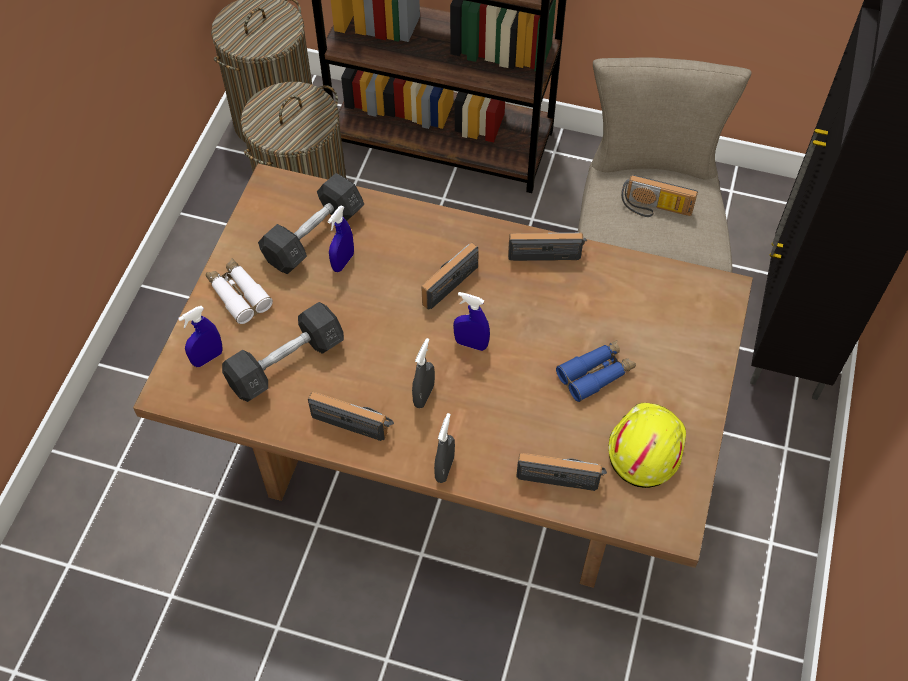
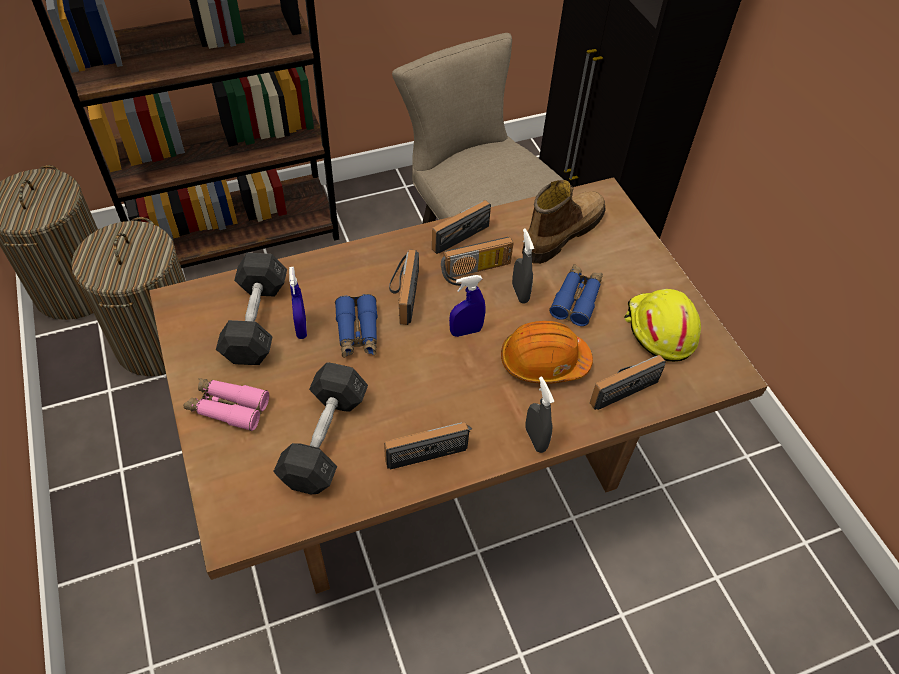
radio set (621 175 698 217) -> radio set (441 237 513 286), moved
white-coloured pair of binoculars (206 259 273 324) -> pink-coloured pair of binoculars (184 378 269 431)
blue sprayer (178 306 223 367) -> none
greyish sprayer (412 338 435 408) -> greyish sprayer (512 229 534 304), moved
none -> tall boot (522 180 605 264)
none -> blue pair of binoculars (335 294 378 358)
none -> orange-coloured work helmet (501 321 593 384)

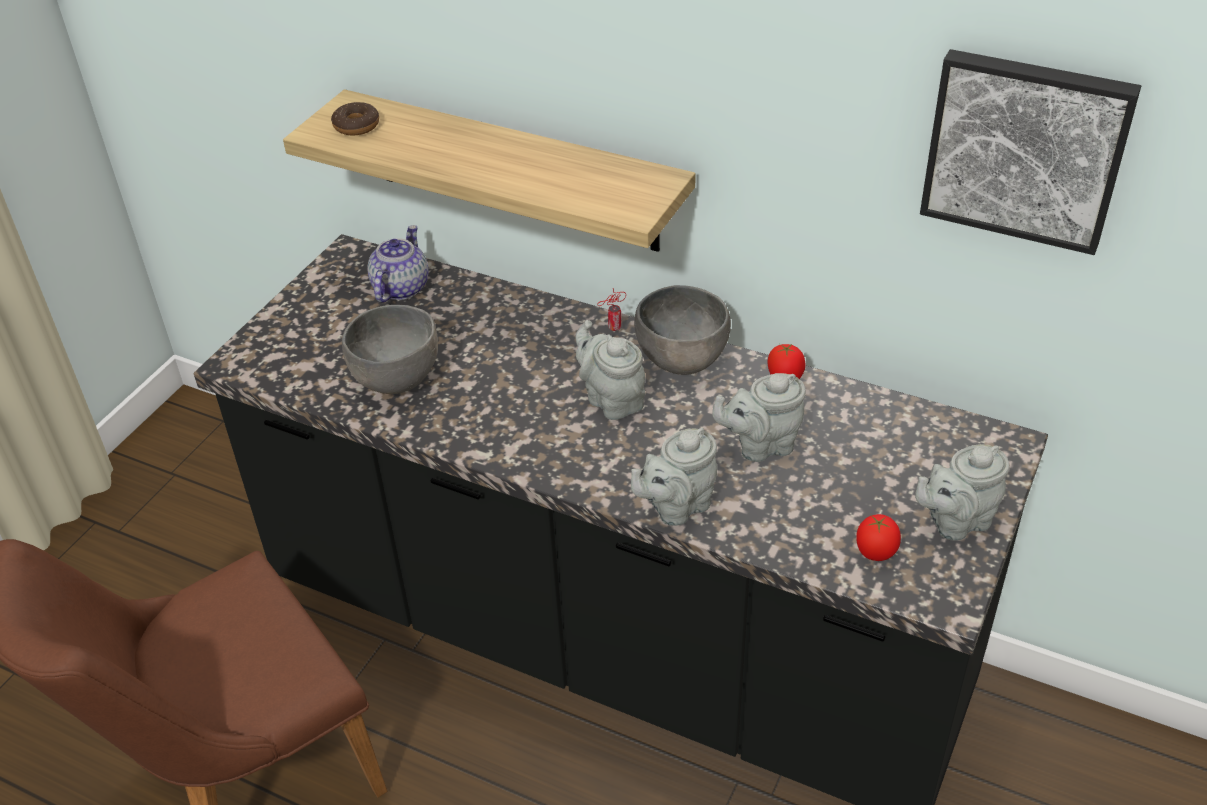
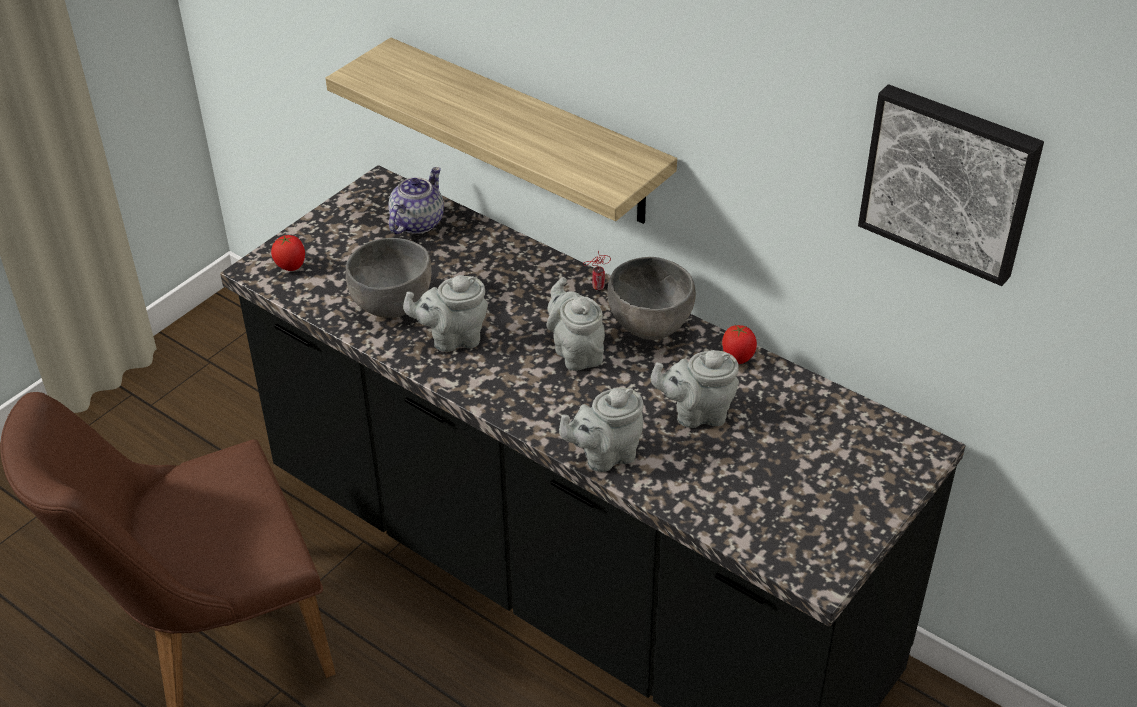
doughnut (331 102 379 135) -> none
greyish pot for tea (915 444 1010 541) -> greyish pot for tea (403 275 488 352), moved
whole tomato (856 514 901 561) -> whole tomato (271 235 305 271), moved

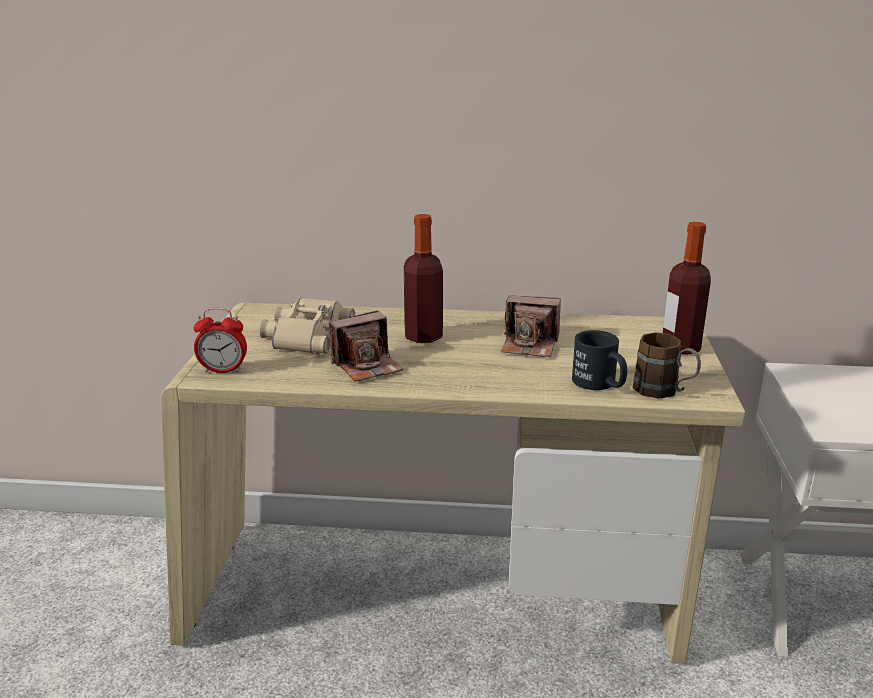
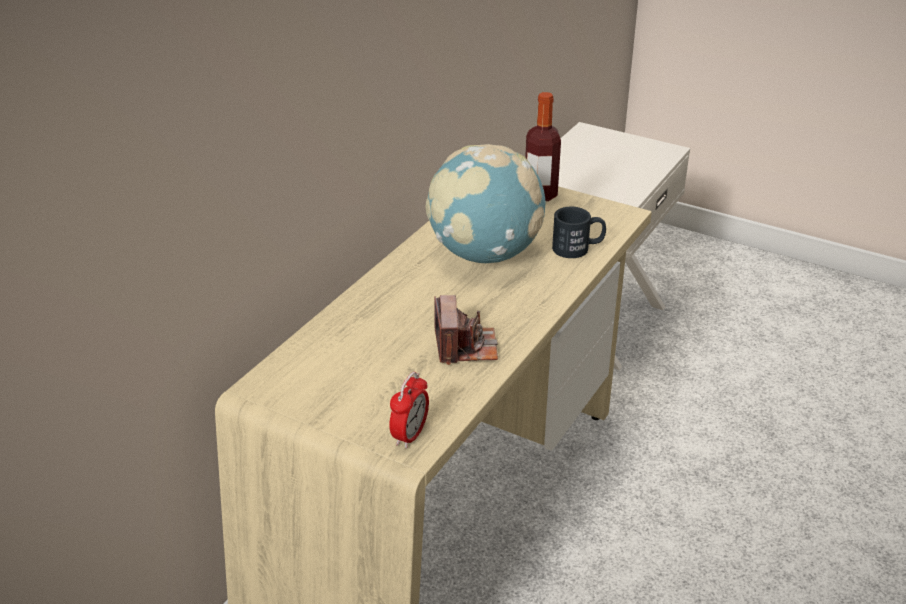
drink bottle (404 214 443 343) -> none
still camera (501 295 561 357) -> desk globe (426 144 545 263)
sand-coloured pair of binoculars (259 298 355 353) -> none
brown coffee mug (633 332 701 399) -> none

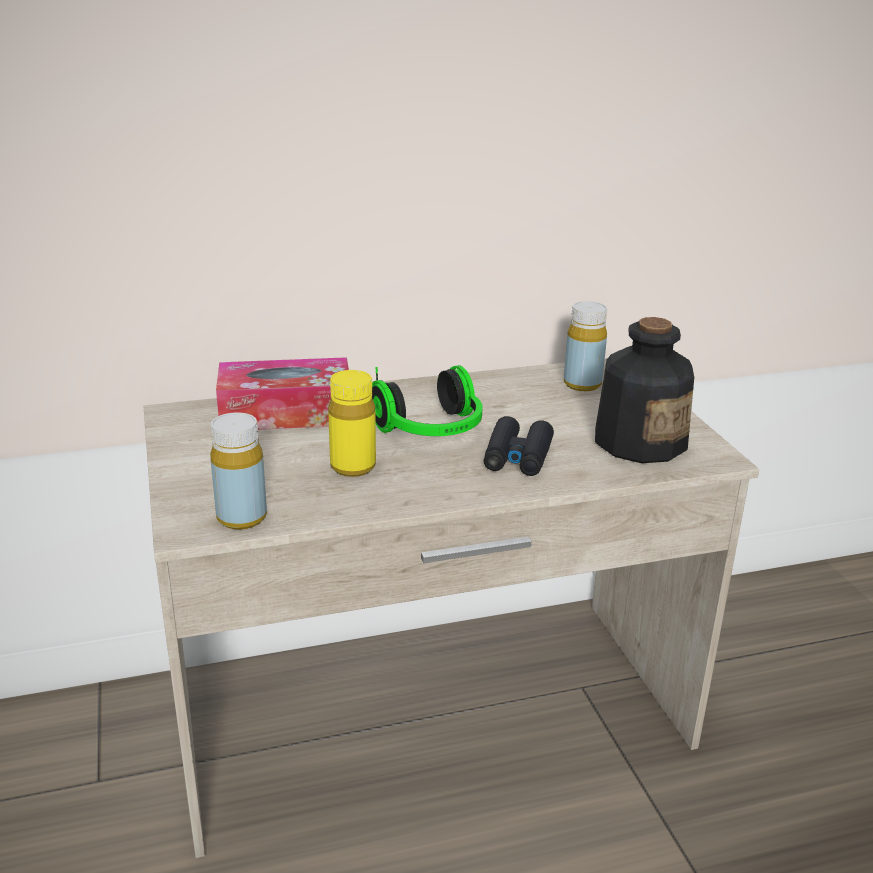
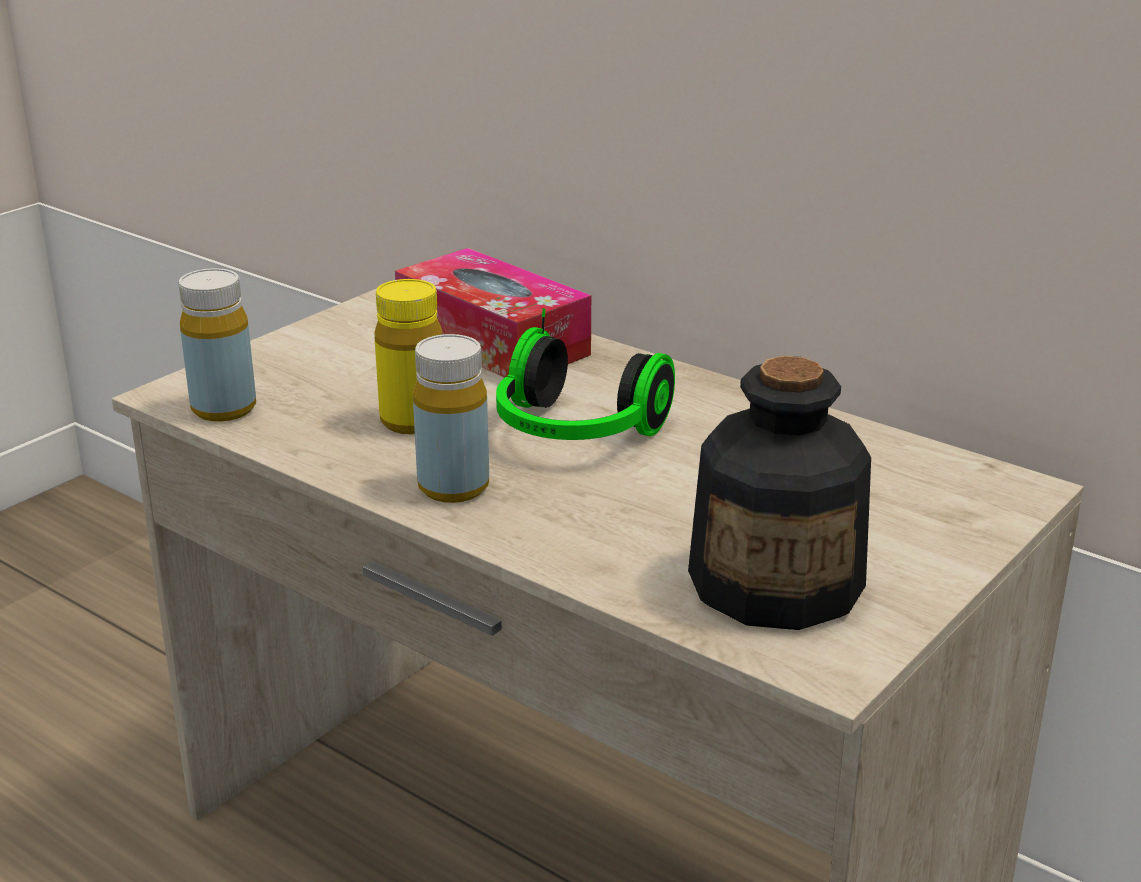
yellow-coloured drink bottle (564 301 607 391) -> yellow-coloured drink bottle (413 334 489 503), moved
blackish pair of binoculars (484 416 554 476) -> none

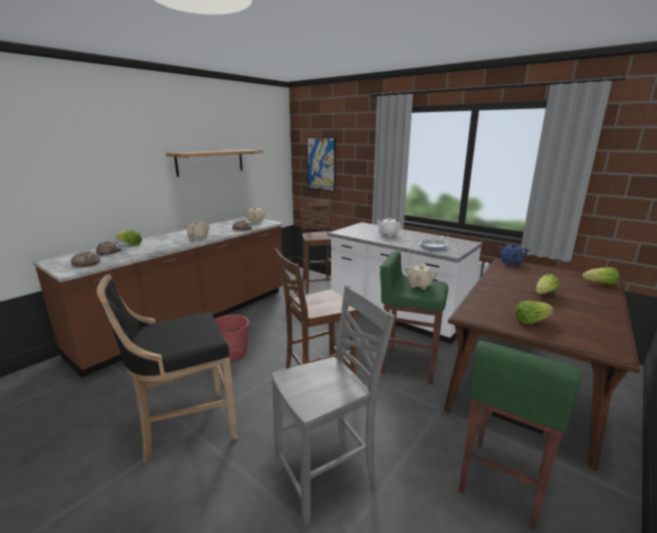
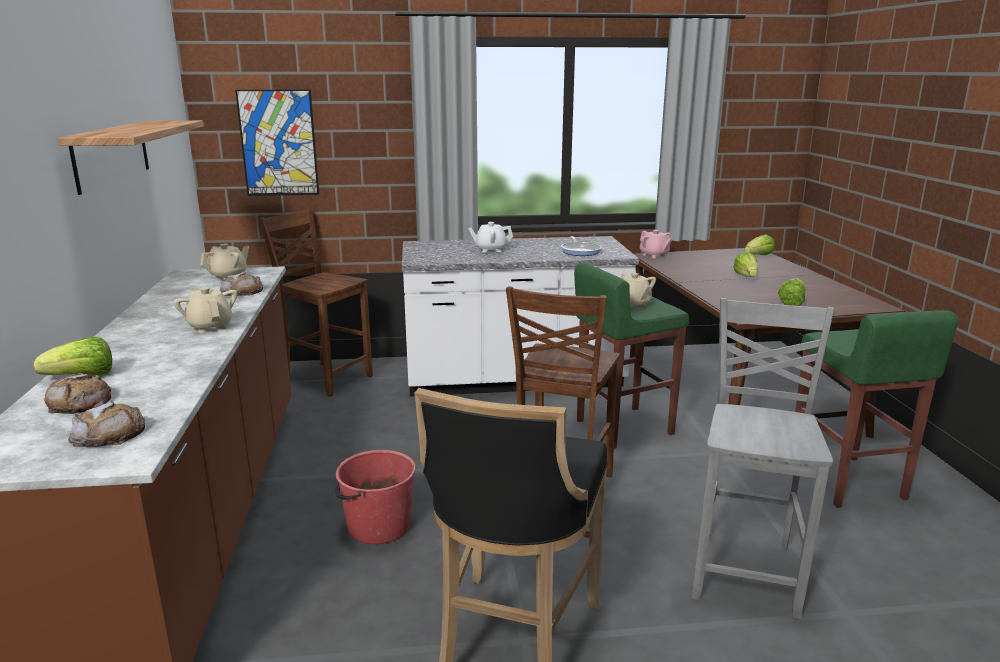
blue pot for tea (498 244 529 265) -> pink-coloured pot for tea (640 230 672 258)

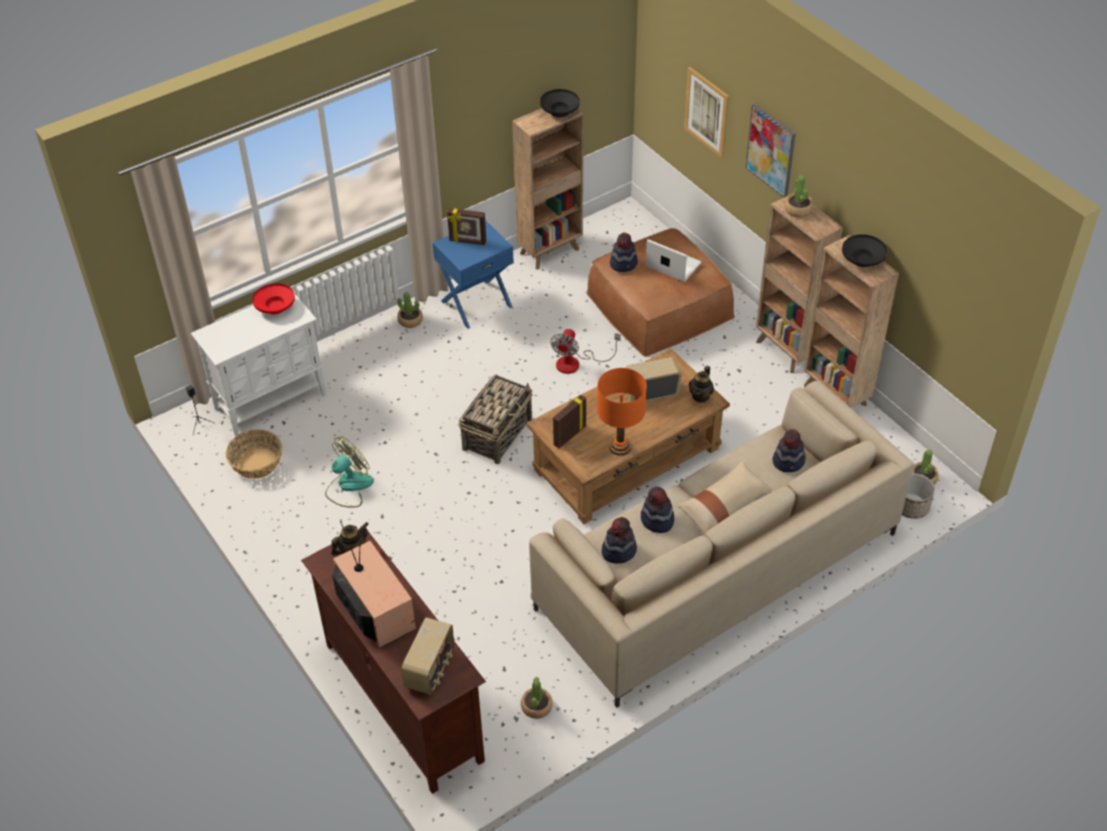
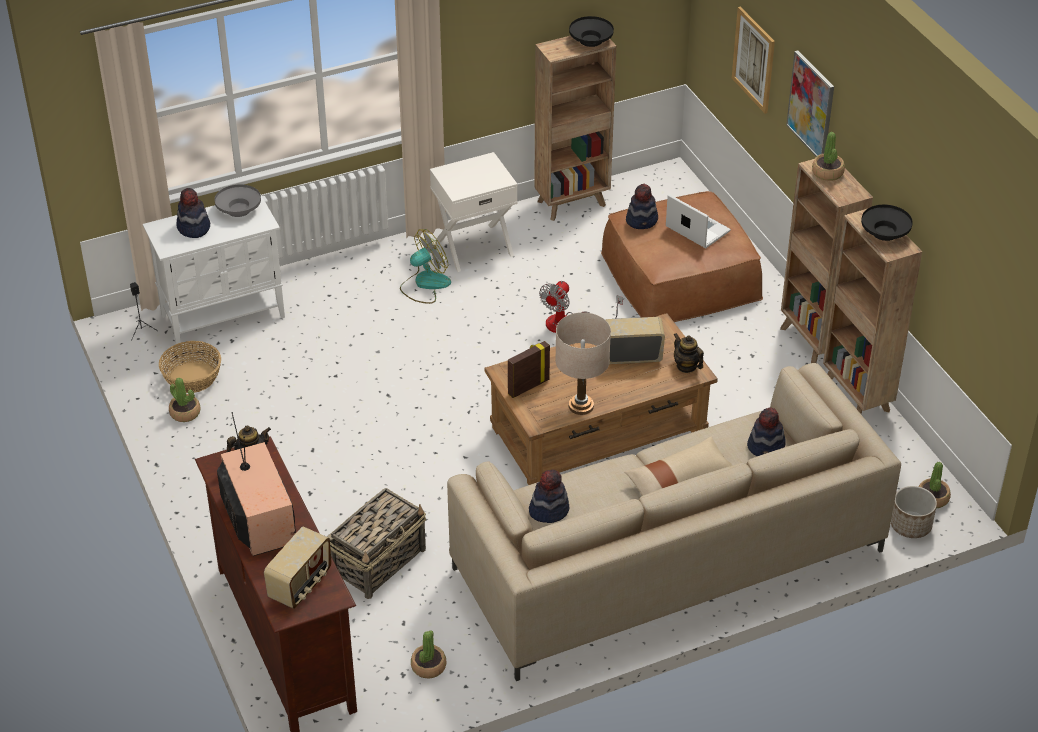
standing frame (447 208 486 245) -> none
blue night table (432 220 514 329) -> white-coloured night table (430 152 518 272)
reddish deep dish (252 283 295 314) -> greyish deep dish (214 184 261 217)
houseplant (397 292 423 328) -> houseplant (169 378 201 422), moved
pot for tea (689 366 714 403) -> pot for tea (674 333 704 373), 105 degrees clockwise
orange-coloured lamp for a table (597 368 647 456) -> sand-coloured lamp for a table (555 312 611 415)
basket (459 374 533 464) -> basket (327 488 426 599), moved
fan (325 436 374 508) -> fan (400 229 451 304), moved
wearable hat (641 487 674 533) -> wearable hat (176 188 210 238), moved

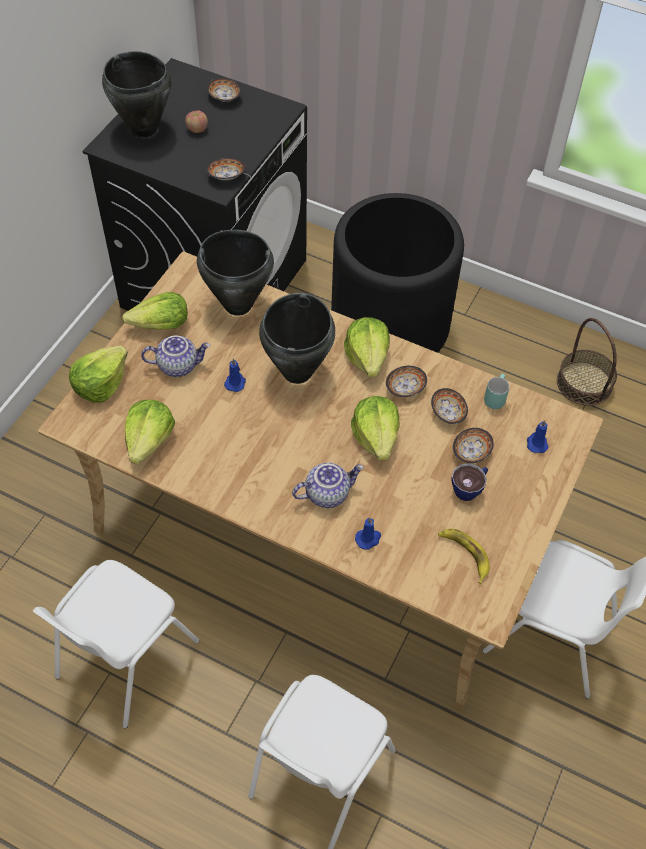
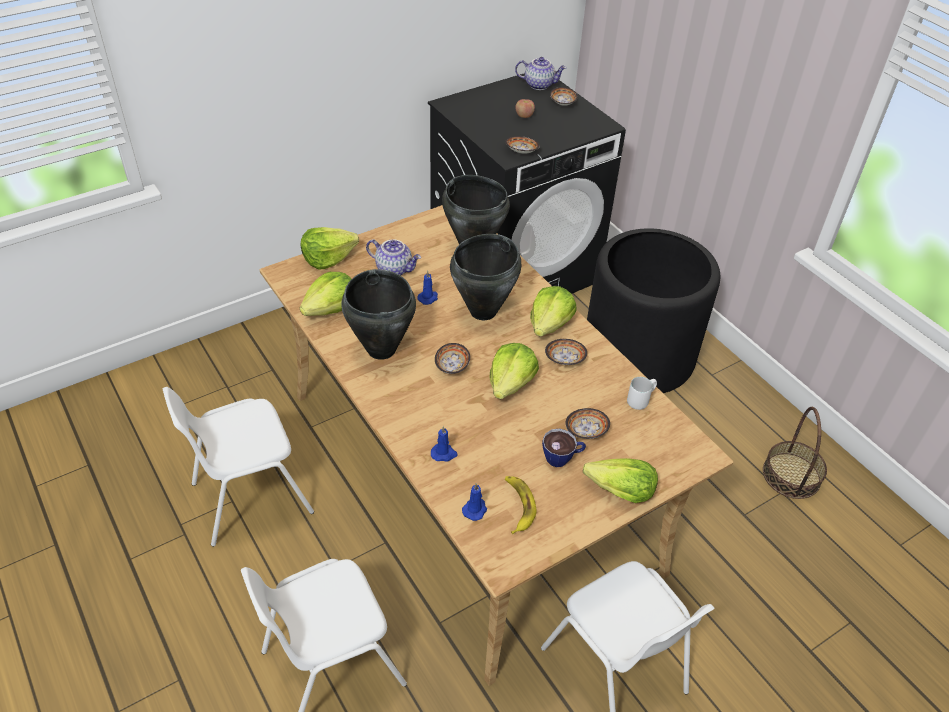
blackish saucepot (102 51 171 138) -> blackish saucepot (341 269 416 360), moved
lettuce head (122 292 188 330) -> lettuce head (583 458 658 503), moved
turquoise coffee mug (484 374 509 409) -> white-coloured coffee mug (627 377 657 410)
deep dish (431 388 468 424) -> deep dish (435 343 470 374), moved
blue wax light (527 420 549 453) -> blue wax light (462 483 487 521), moved
pot for tea (292 463 364 508) -> pot for tea (515 57 567 90), moved

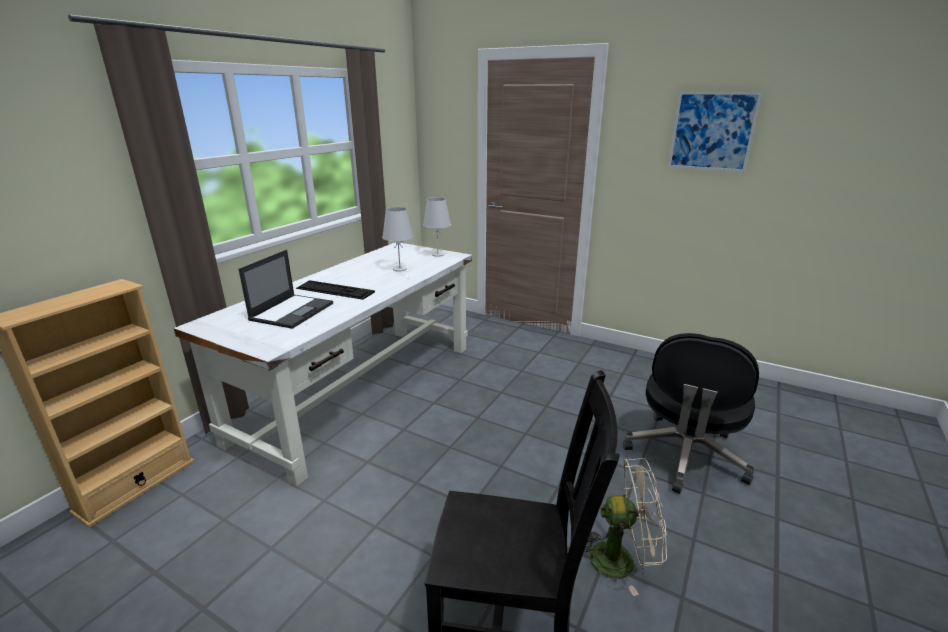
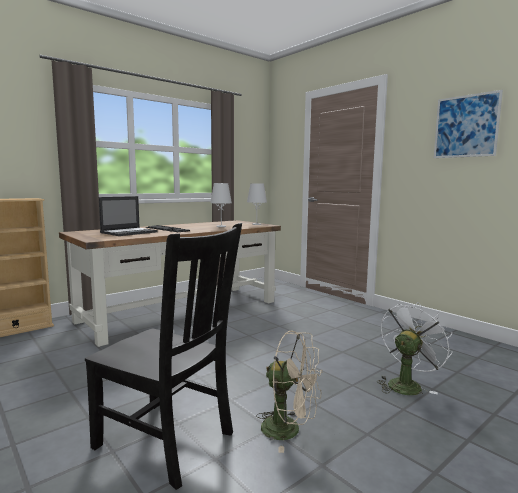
white-coloured desk table (173 242 472 487) -> brown desk table (59 220 281 347)
blackish office chair (623 333 759 494) -> white-coloured fan (377 302 452 395)

